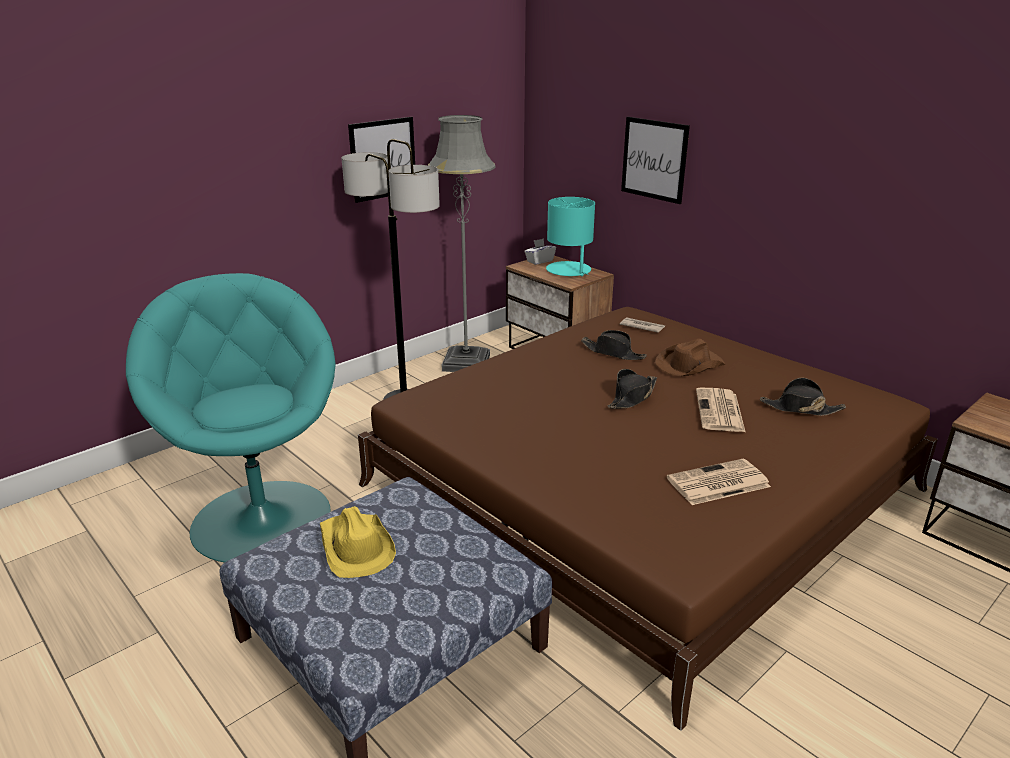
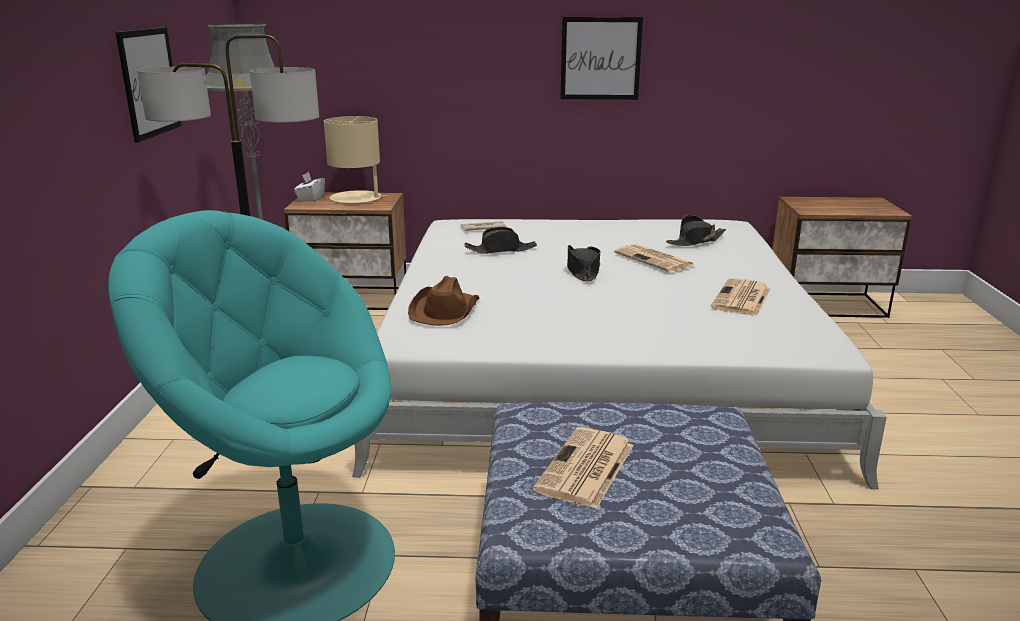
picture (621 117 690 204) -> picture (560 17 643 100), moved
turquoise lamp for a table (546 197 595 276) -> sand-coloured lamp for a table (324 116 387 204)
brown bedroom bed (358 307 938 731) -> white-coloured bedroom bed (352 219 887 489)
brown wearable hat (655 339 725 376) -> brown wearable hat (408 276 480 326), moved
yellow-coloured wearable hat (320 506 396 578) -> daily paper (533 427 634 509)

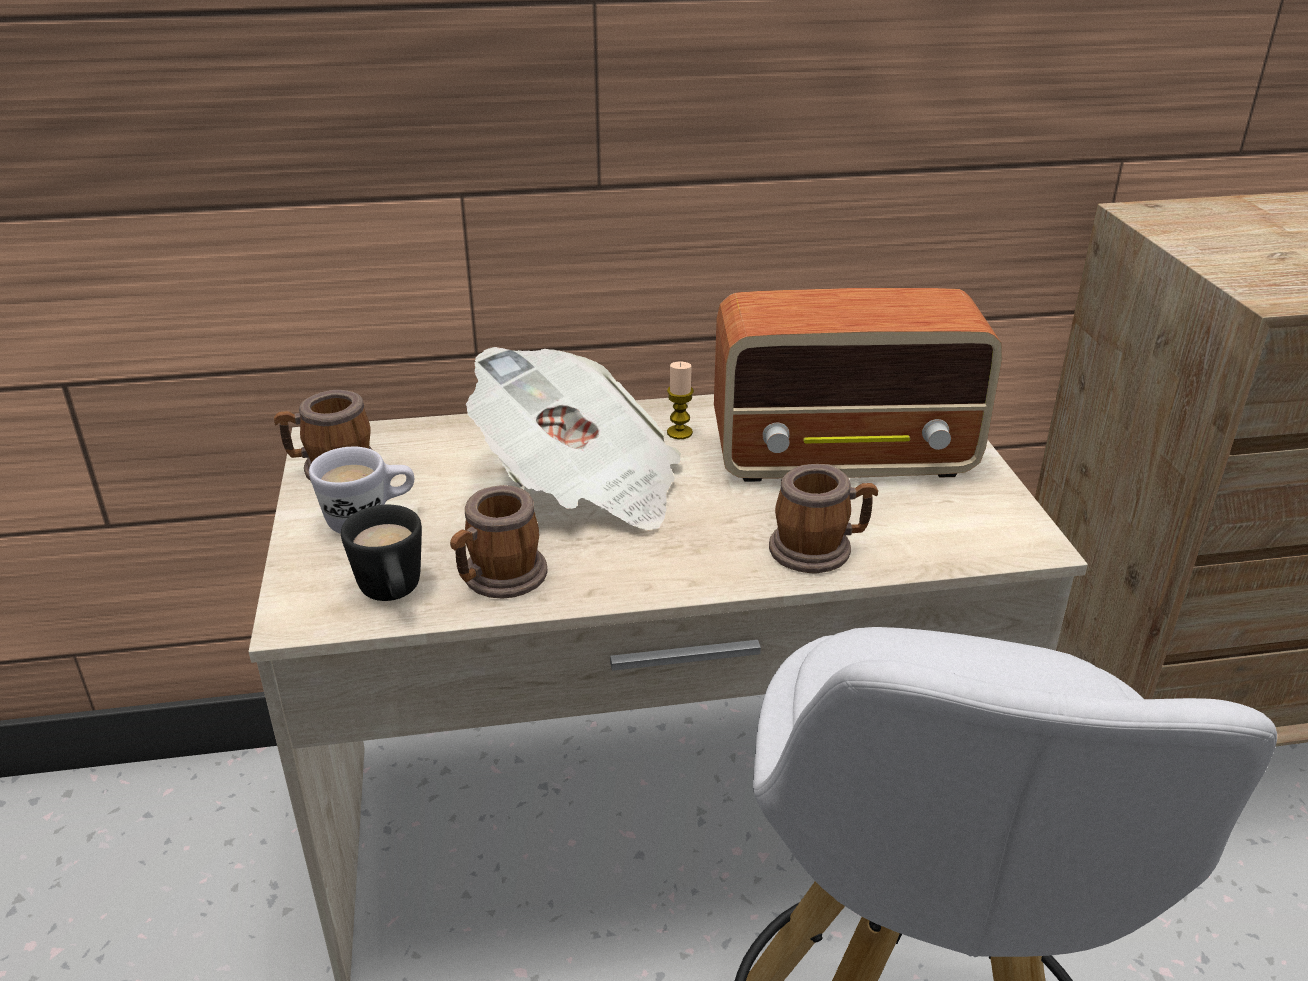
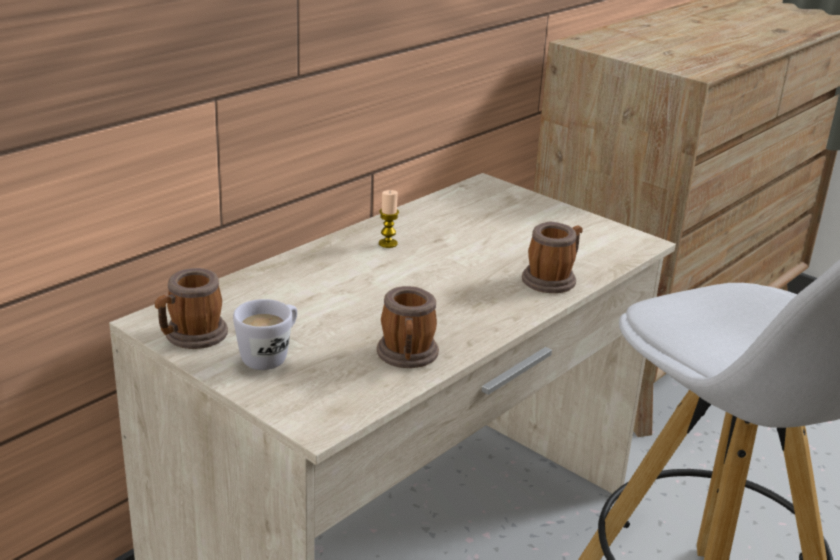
radio set (714 288 1002 482) -> none
daily paper (466 347 681 530) -> none
blackish coffee mug (341 505 422 601) -> none

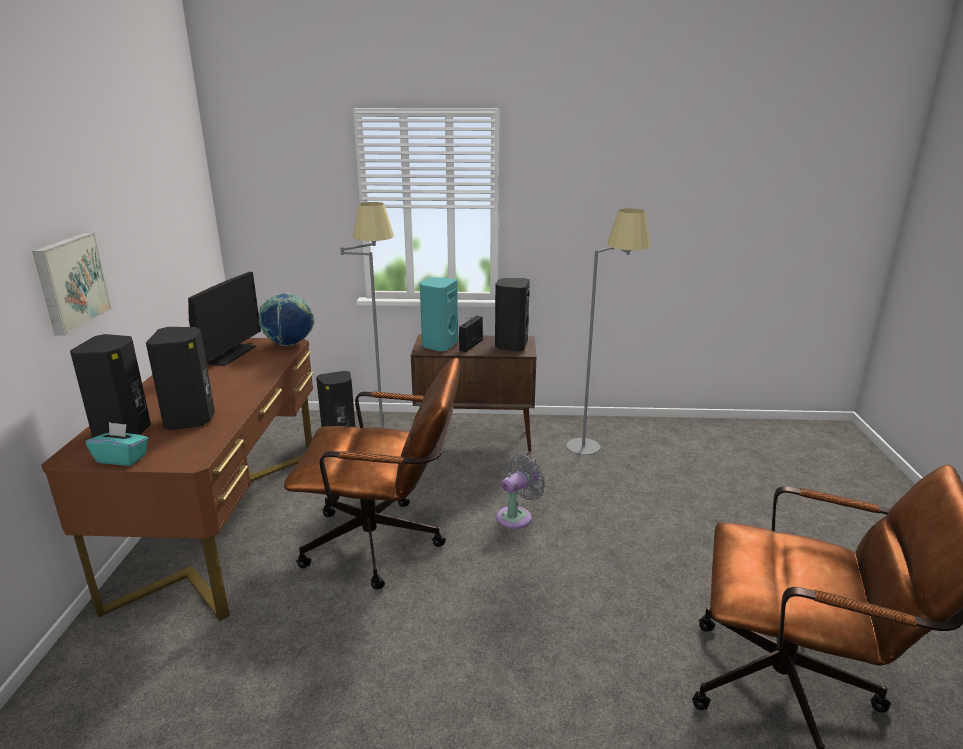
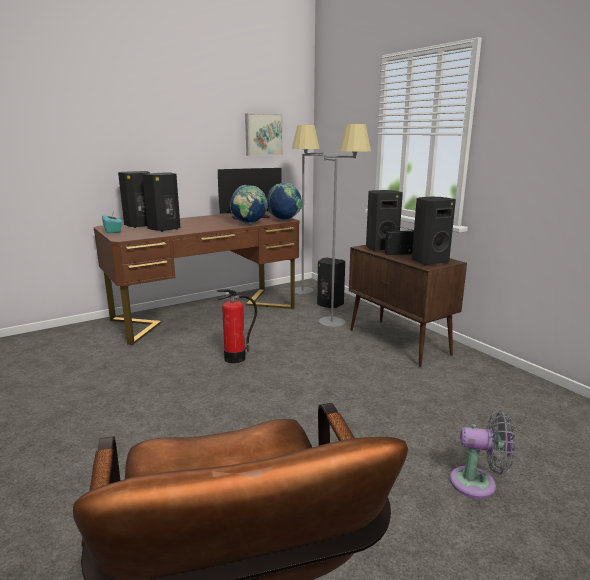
greyish standard lamp (566 209 651 455) -> greyish standard lamp (292 125 324 294), moved
picture (32 233 112 336) -> picture (245 113 283 156), moved
turquoise audio speaker (420 277 458 352) -> blackish audio speaker (366 190 403 251)
brown office chair (284 358 460 590) -> fire-fighting cylinder (216 289 257 363)
greyish fan (496 454 546 529) -> greyish fan (450 411 515 499), moved
none -> desk globe (230 185 268 224)

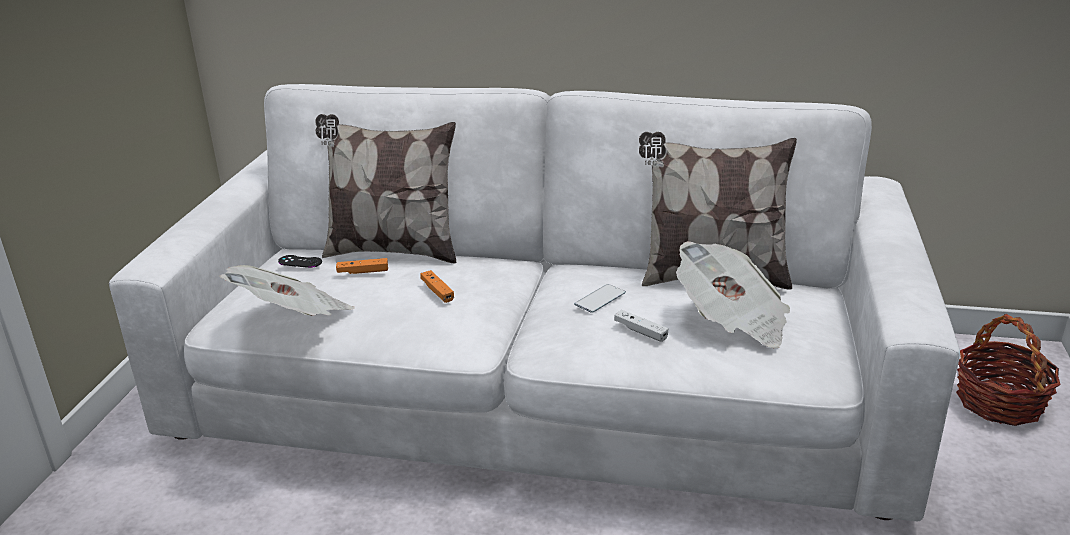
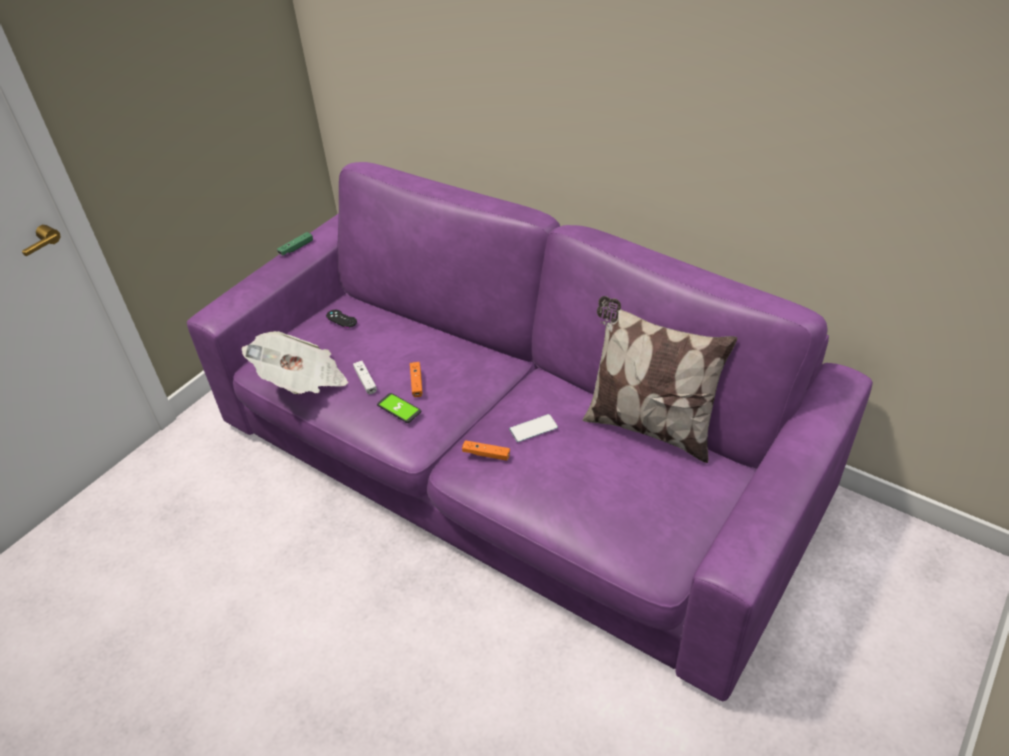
white-coloured settee (109 84 960 521) -> purple-coloured settee (187 162 873 701)
pillow (315 114 457 263) -> none
daily paper (676 241 790 348) -> none
orange-coloured game controller (336 258 388 274) -> orange-coloured game controller (462 440 510 461), moved
white-coloured game controller (614 310 668 342) -> white-coloured game controller (353 361 377 394), moved
basket (956 314 1061 426) -> none
none -> green-coloured game controller (277 232 313 256)
none -> handset (377 393 422 423)

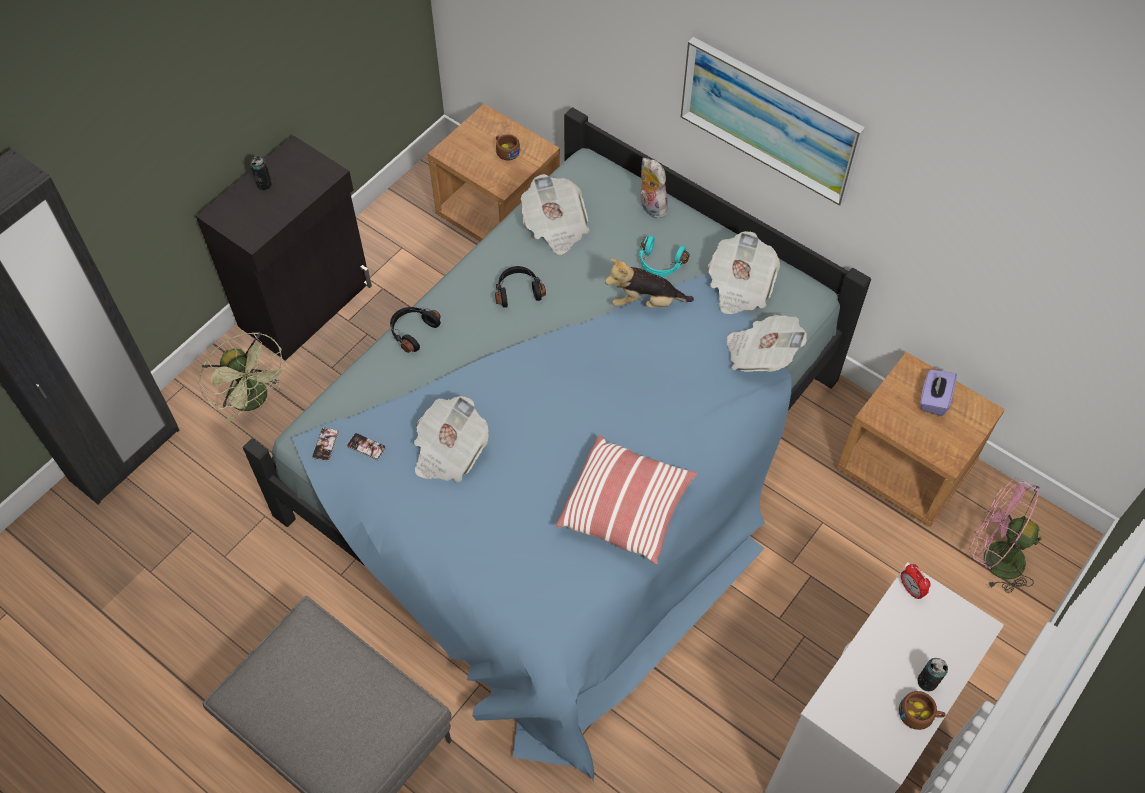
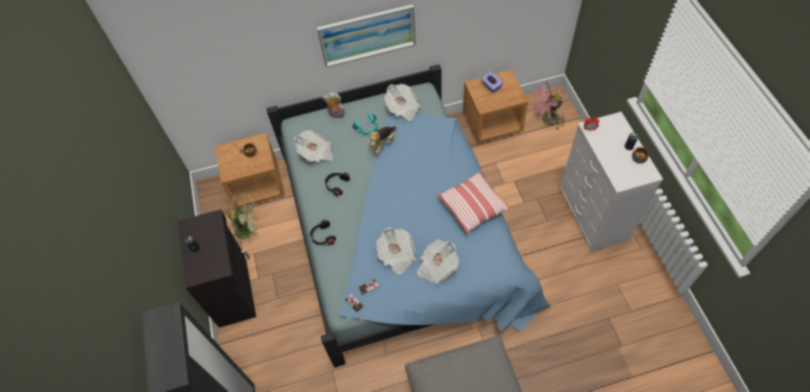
daily paper (727 315 807 372) -> daily paper (417 239 459 285), moved
green-coloured fan (199 332 289 424) -> green-coloured fan (227 192 259 245), moved

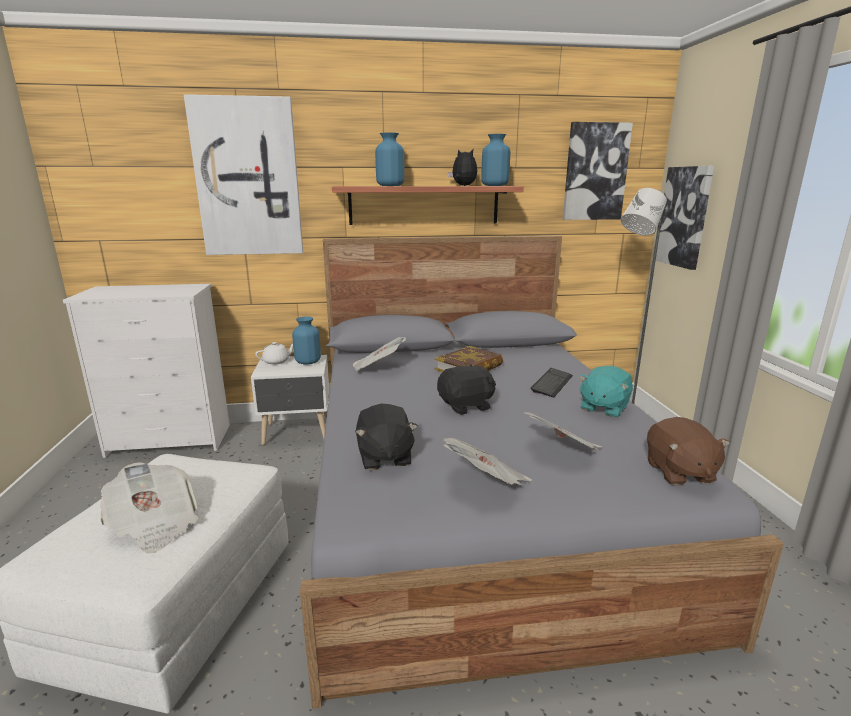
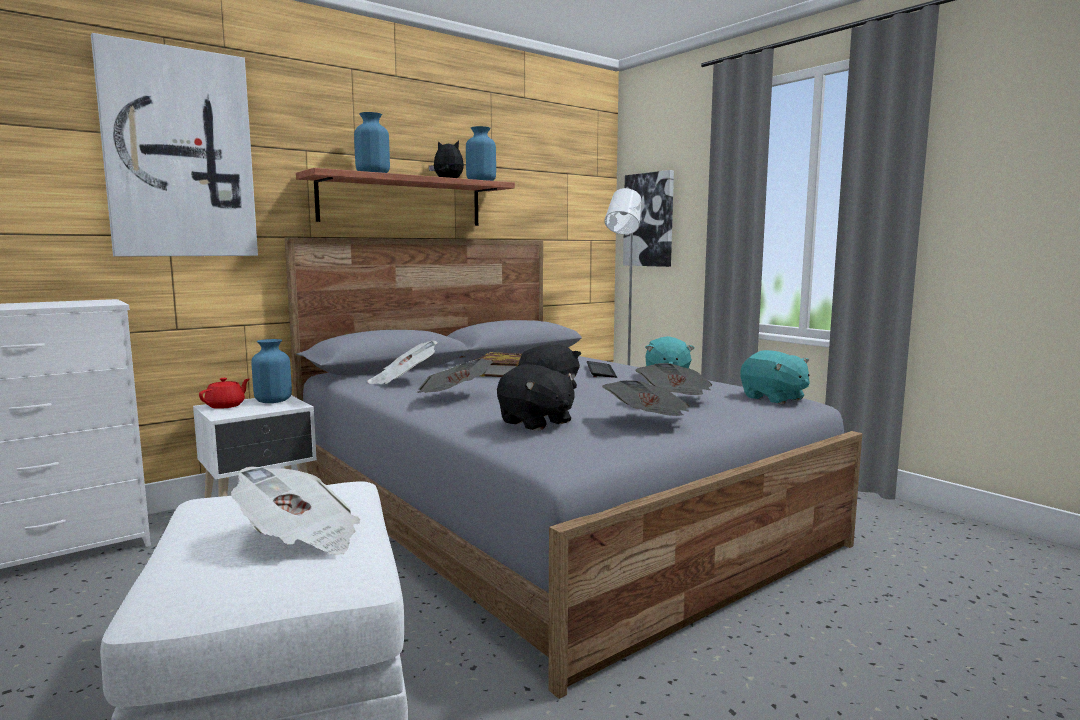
picture (563 122 633 220) -> none
white-coloured pot for tea (255 342 293 365) -> reddish pot for tea (199 378 249 409)
brown cuddly toy (647 417 730 486) -> turquoise cuddly toy (740 350 810 404)
none -> daily paper (416 358 492 393)

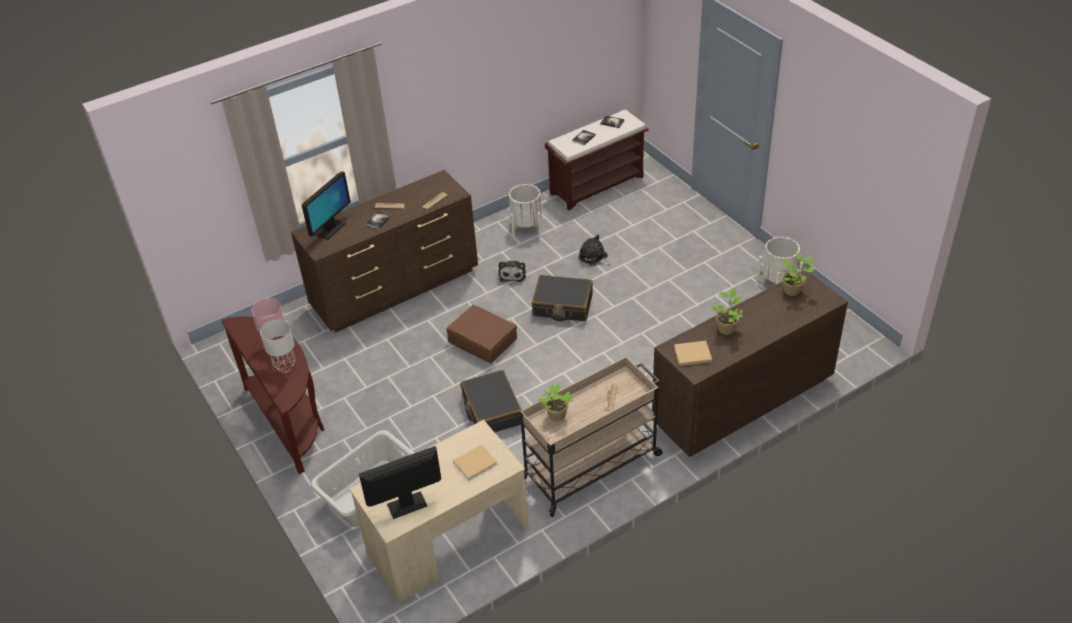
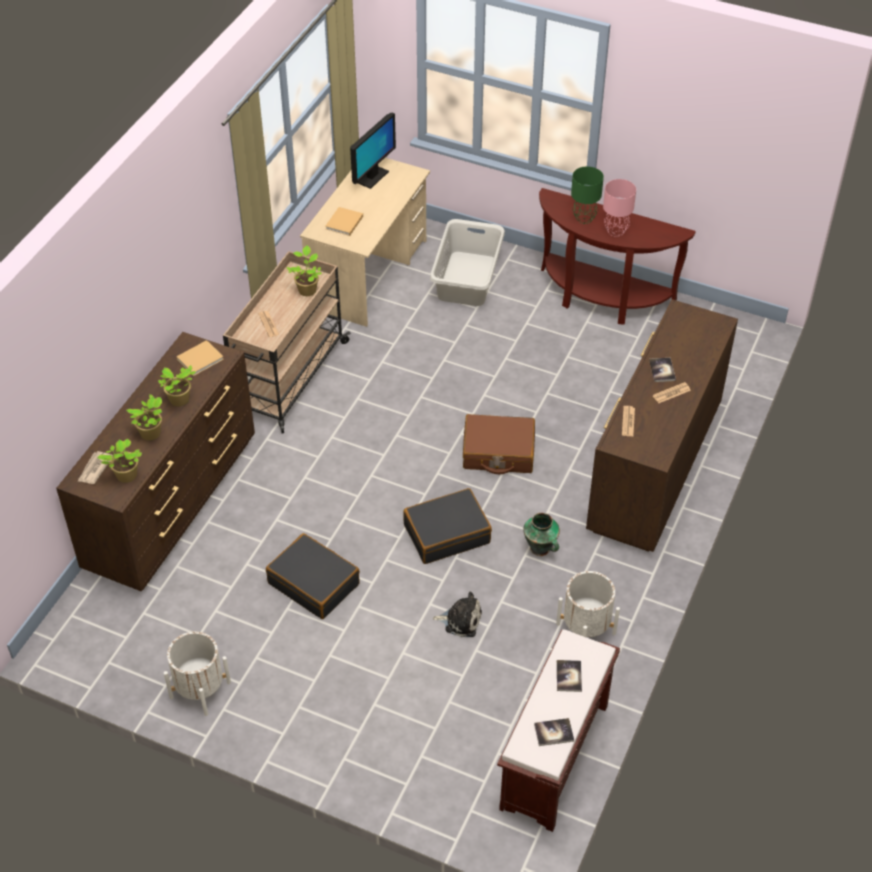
computer screen (302 172 351 240) -> none
cuddly toy (499 261 526 282) -> decorative vase (523 513 560 556)
greyish lamp for a table (260 320 296 372) -> green-coloured lamp for a table (571 166 604 224)
blackish suitcase (461 370 522 432) -> blackish suitcase (266 533 360 619), moved
none -> houseplant (126 394 162 440)
none -> daily paper (78 451 113 484)

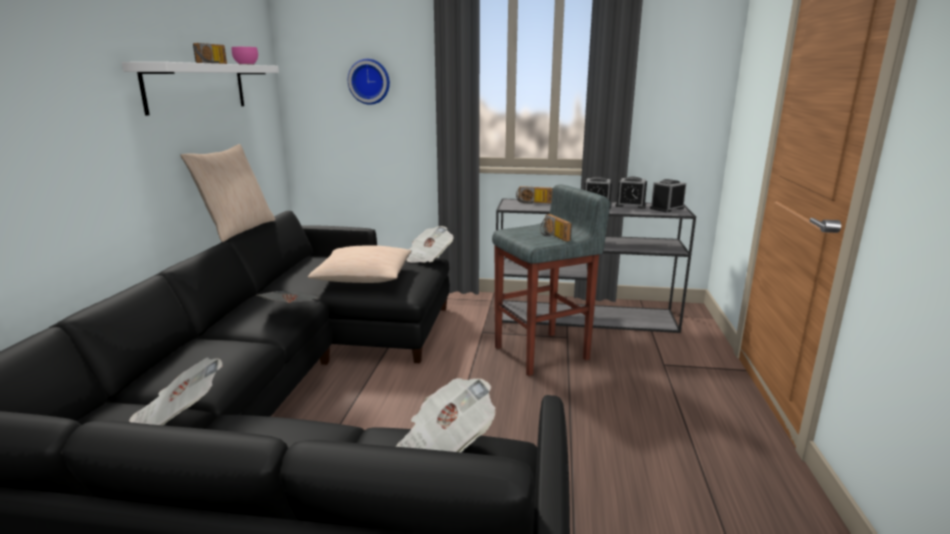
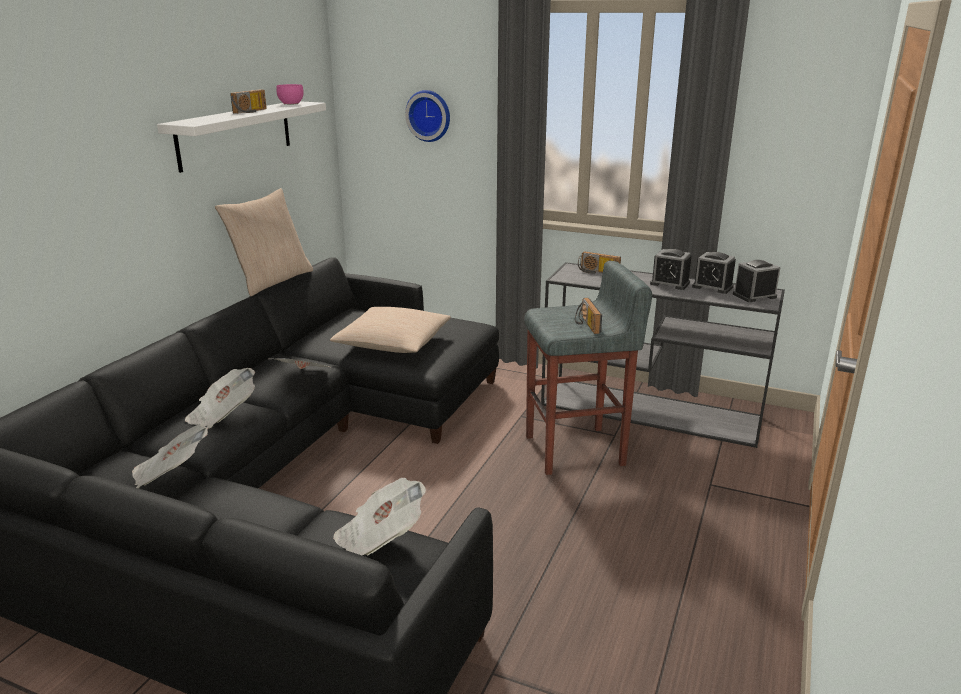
daily paper (407 226 453 263) -> daily paper (185 368 255 428), moved

